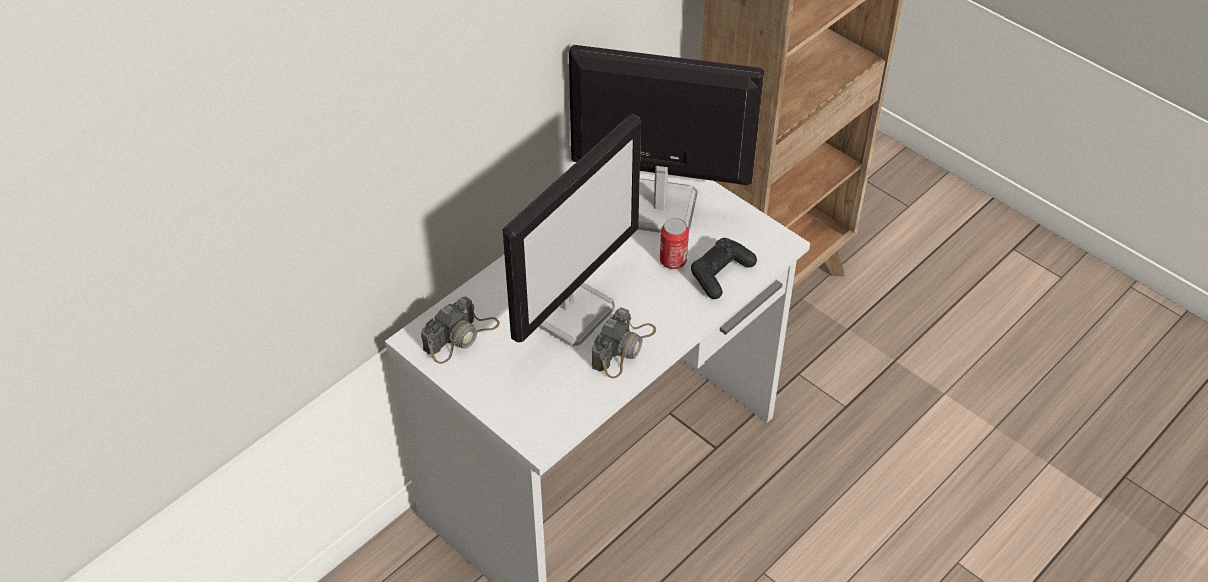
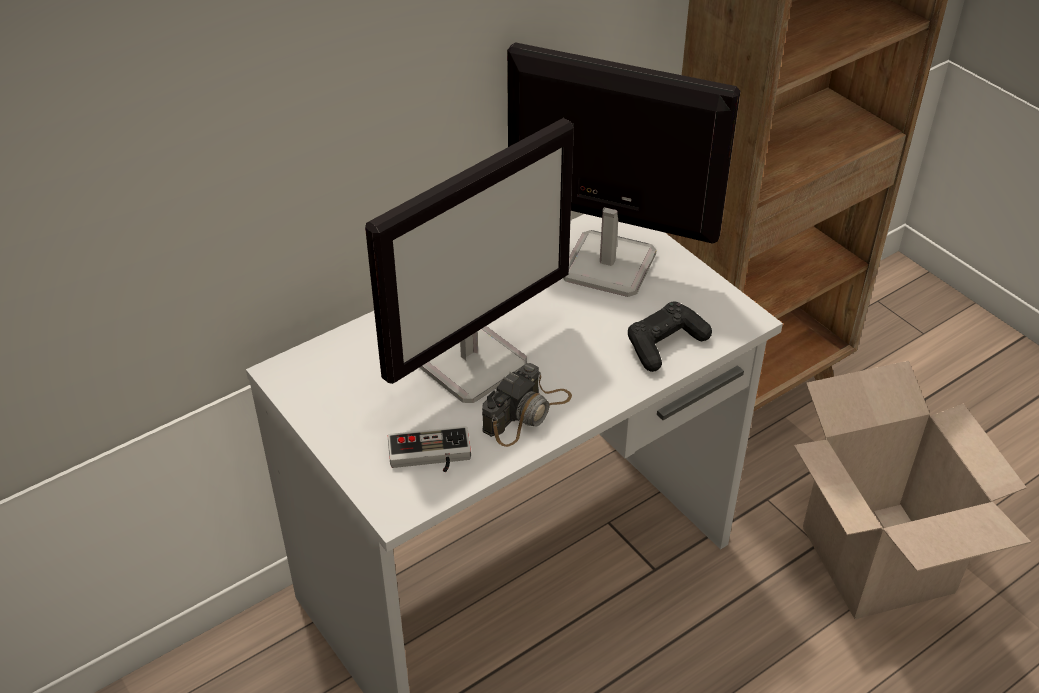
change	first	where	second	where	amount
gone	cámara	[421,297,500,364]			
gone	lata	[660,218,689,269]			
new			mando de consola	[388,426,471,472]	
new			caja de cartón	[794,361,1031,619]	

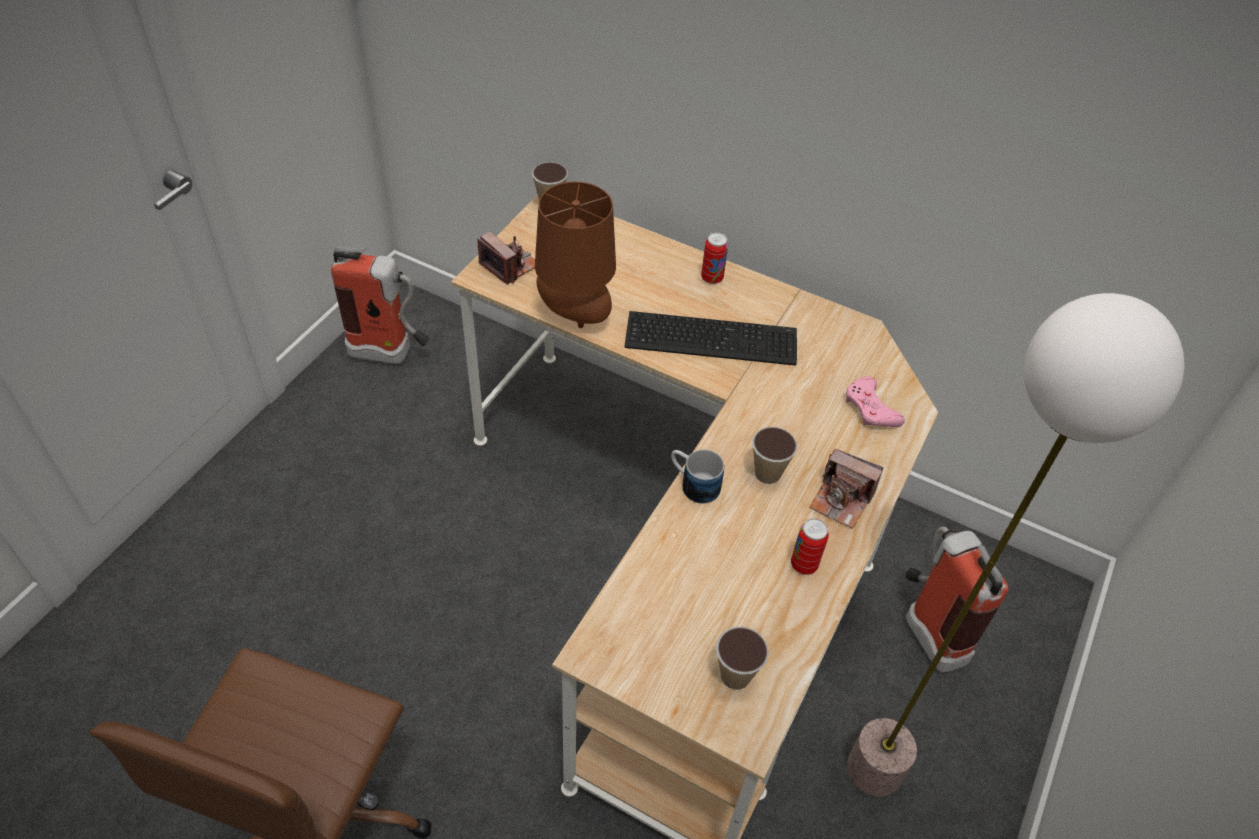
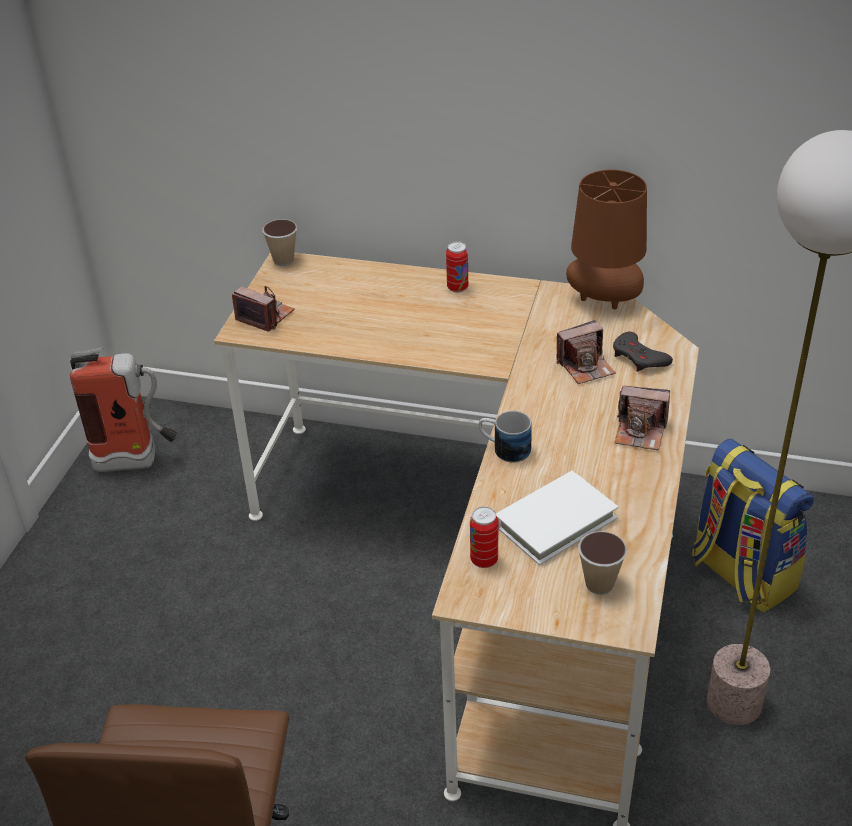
change	first	where	second	where	amount
gone	teclado	[624,311,797,366]			
gone	taza	[752,427,797,484]			
new			libro/blanco	[496,471,619,565]	
new			cámara	[556,320,615,384]	
shifted	lámpara de mesa/marrón	[535,182,616,328]		[566,170,647,309]	
shifted	lata	[791,518,829,575]		[470,507,498,568]	
swapped	extintor	[906,527,1009,672]	mochila	[691,439,814,612]	
repainted	mando de consola/rosa	[846,376,905,427]	mando de consola/gris	[613,332,673,372]	

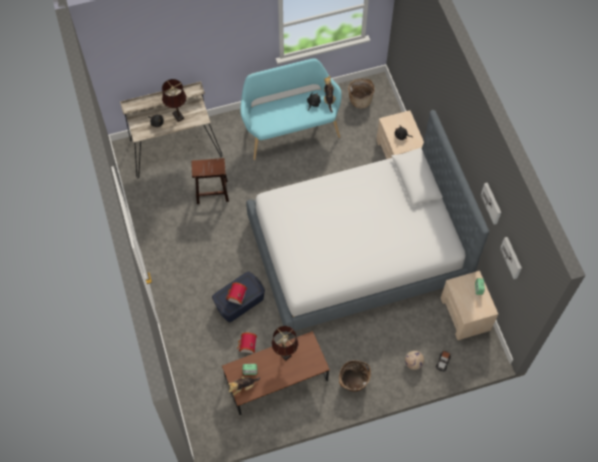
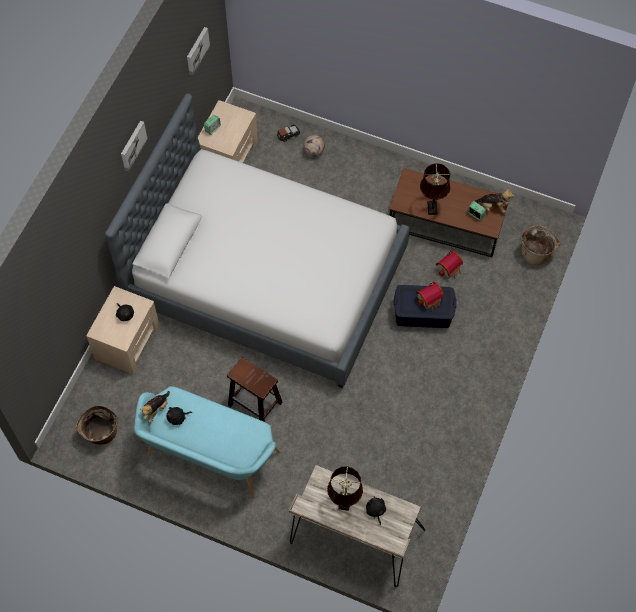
change	first	where	second	where	amount
shifted	taburete/marrón	[191,158,229,204]		[227,357,283,422]	
shifted	cesta	[339,360,371,392]		[521,226,560,265]	
shifted	cuadro	[480,183,501,225]		[121,121,148,171]	

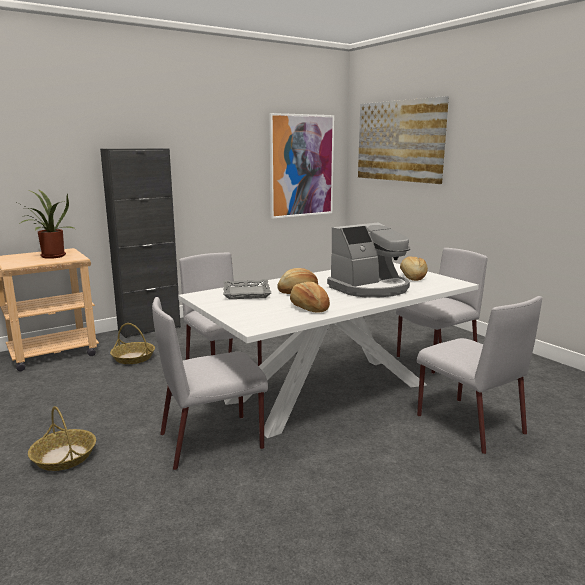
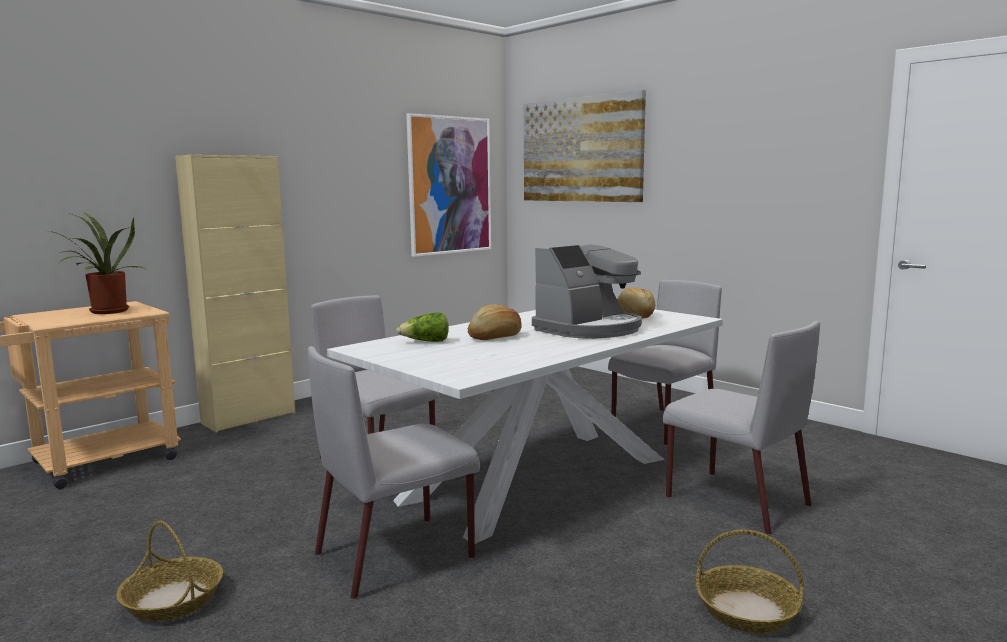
change	first	where	second	where	amount
gone	pan	[290,282,330,313]			
shifted	cesta	[110,323,155,364]		[696,530,804,633]	
swapped	bandeja/gris	[223,279,271,299]	lechuga	[396,312,449,342]	
repainted	armario/negro	[100,148,181,338]	armario/beis	[175,155,295,432]	

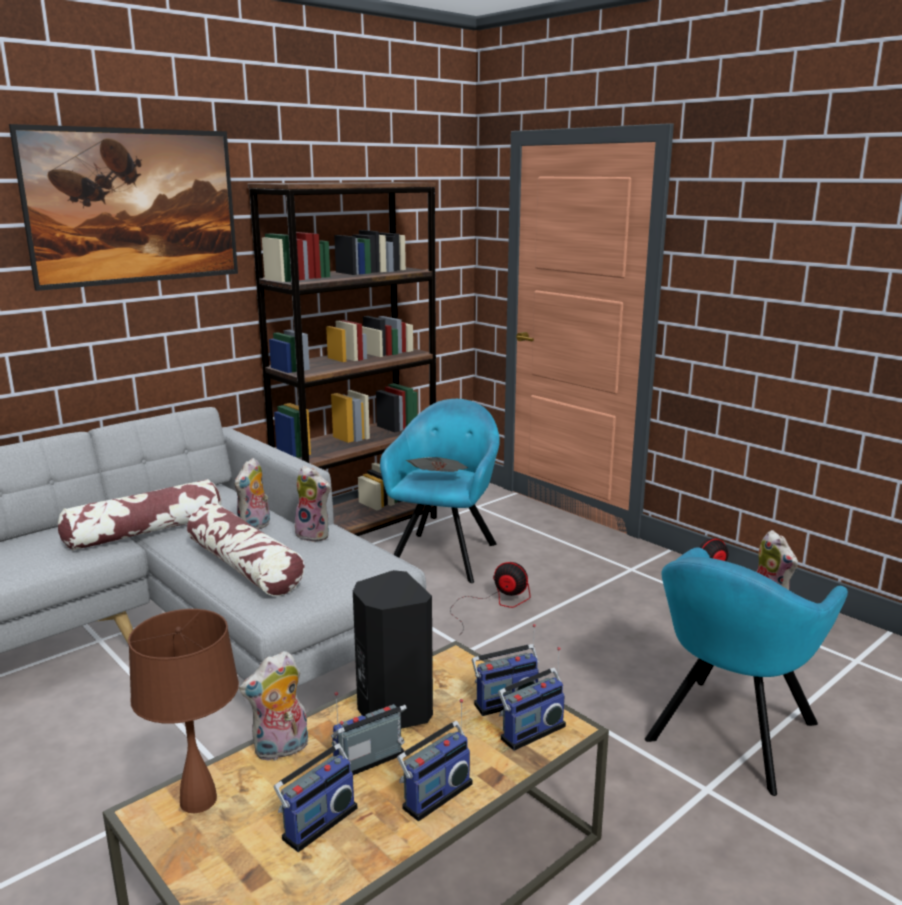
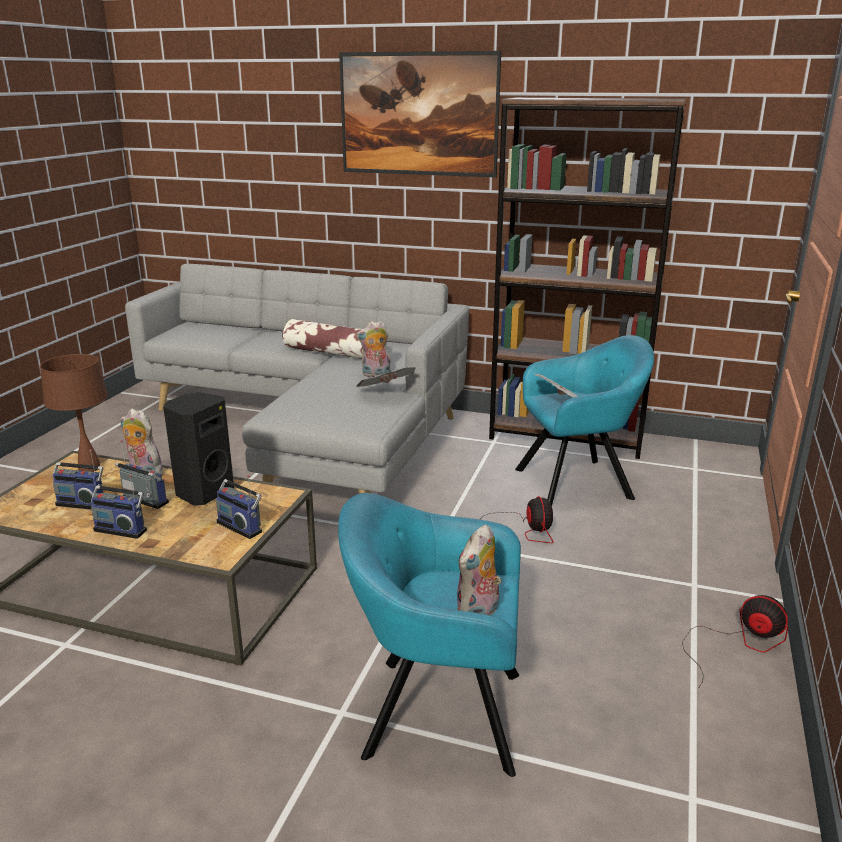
change	first	where	second	where	amount
gone	cojín	[187,503,304,596]			
gone	radio	[498,647,566,751]			
swapped	peluche	[292,465,331,542]	periódico	[357,367,416,387]	

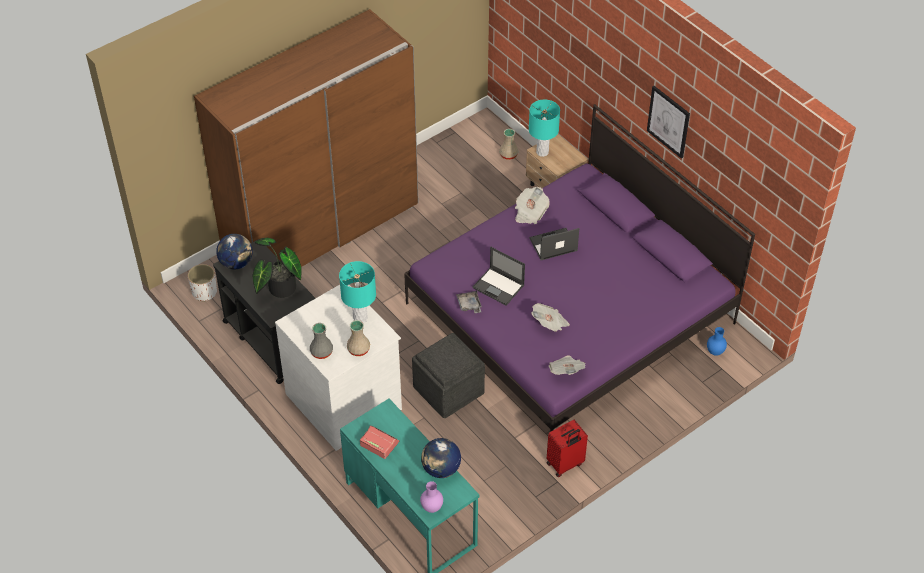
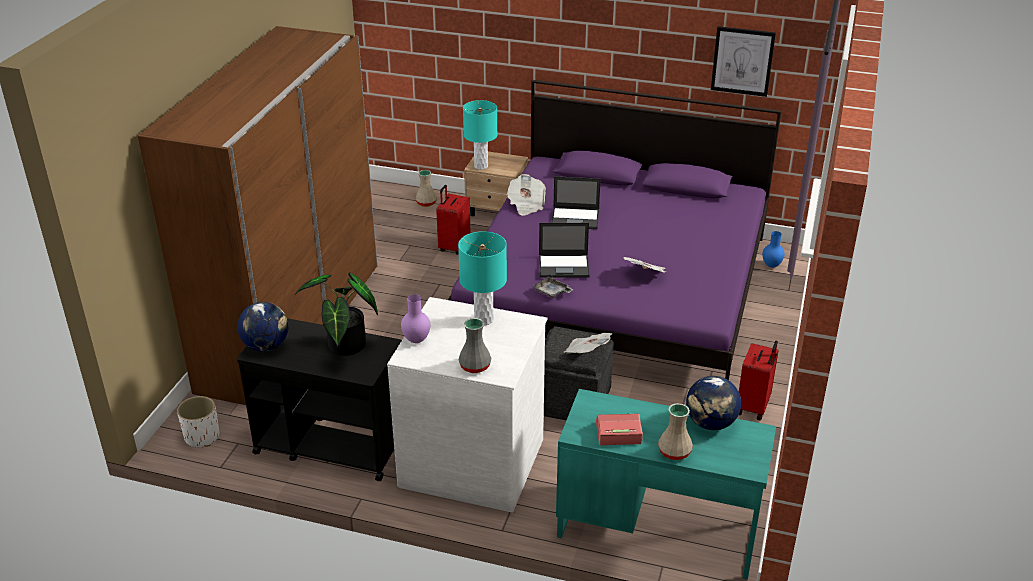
change	first	where	second	where	amount
new			maleta/rojo	[436,185,471,255]	
shifted	florero/beis	[347,320,370,356]		[658,403,693,460]	
shifted	florero/morado	[420,481,443,513]		[401,294,430,343]	
shifted	periódico	[549,355,585,375]		[563,333,613,353]	
shifted	cuadro	[647,86,690,159]		[711,26,776,97]	
rotated	portátil	[529,228,579,260]		[551,176,601,229]	120 degrees counterclockwise

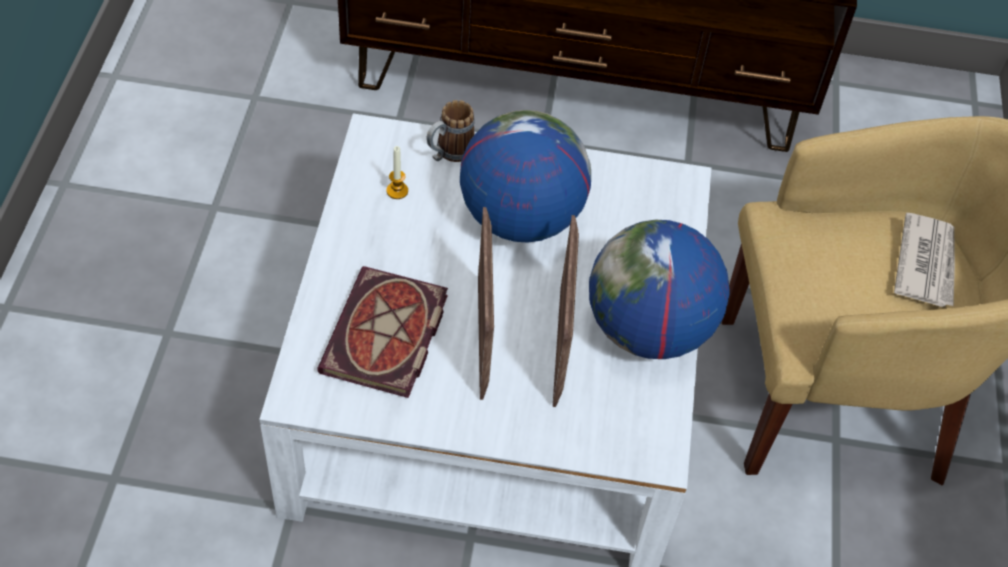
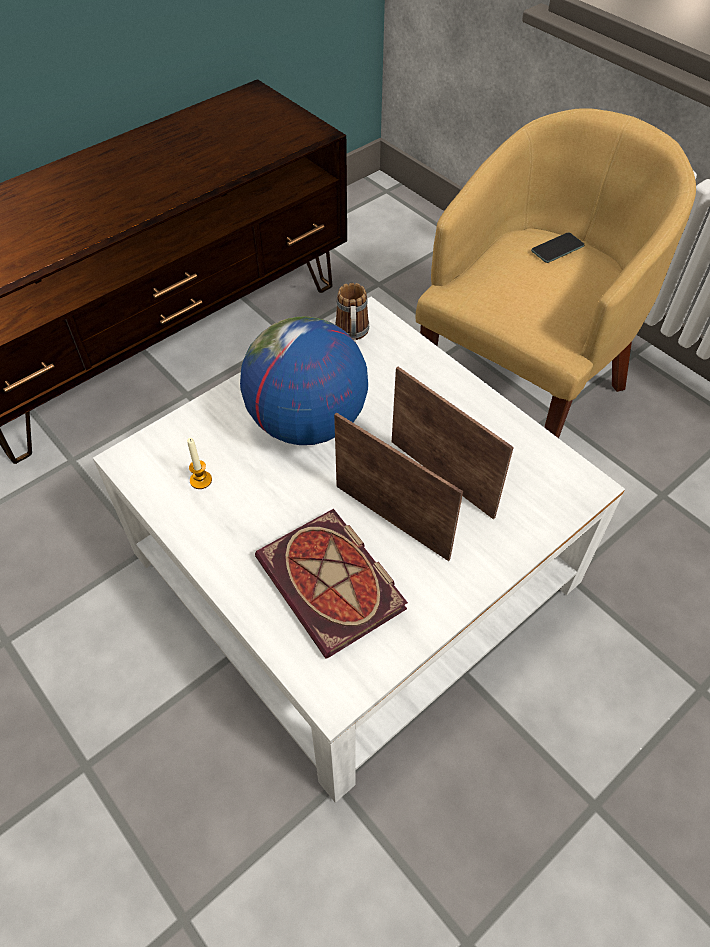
change	first	where	second	where	amount
gone	globo terráqueo	[589,220,729,359]			
shifted	taza grande	[427,100,475,162]		[335,283,369,343]	
swapped	periódico	[894,213,955,307]	móvil	[531,233,584,263]	

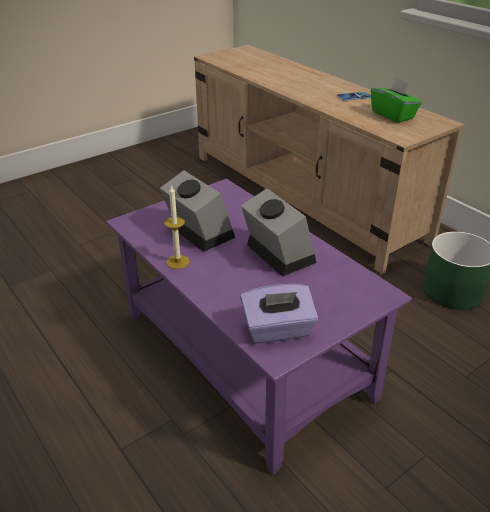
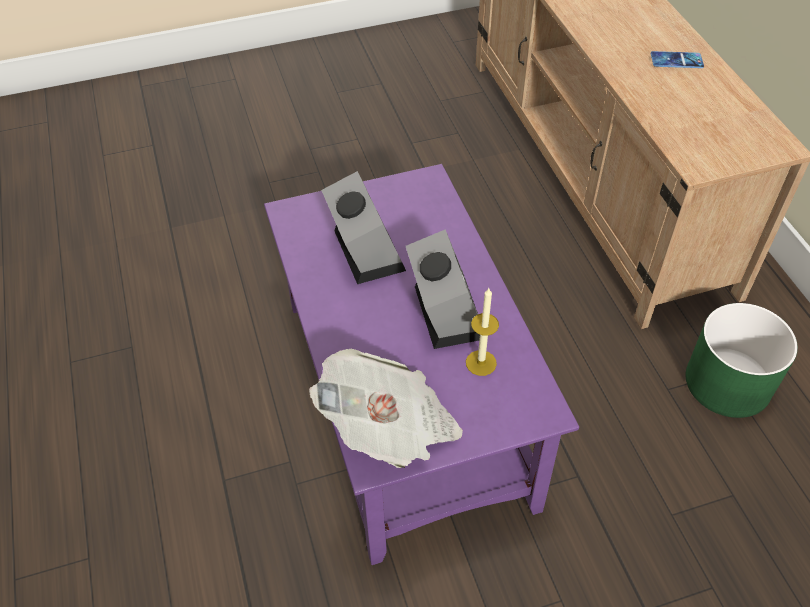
change	first	where	second	where	amount
gone	caja de pañuelos/verde	[371,78,422,123]			
shifted	vela	[164,185,190,269]		[466,288,499,376]	
swapped	caja de pañuelos/morado	[240,284,318,344]	periódico	[309,349,463,468]	

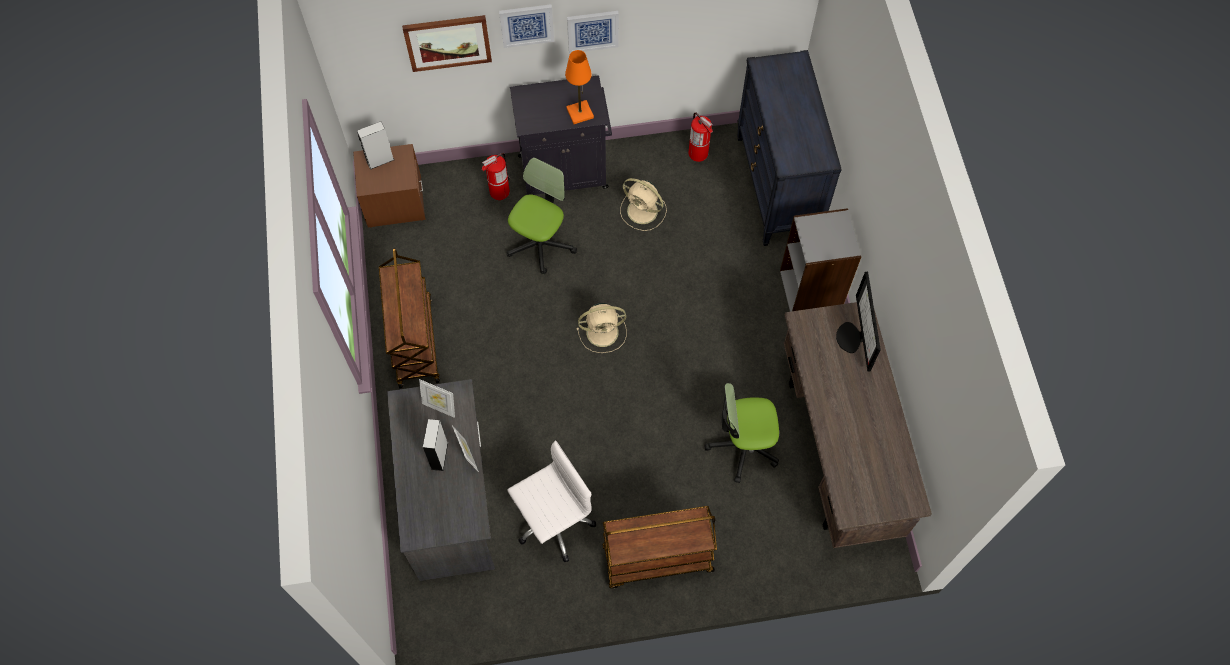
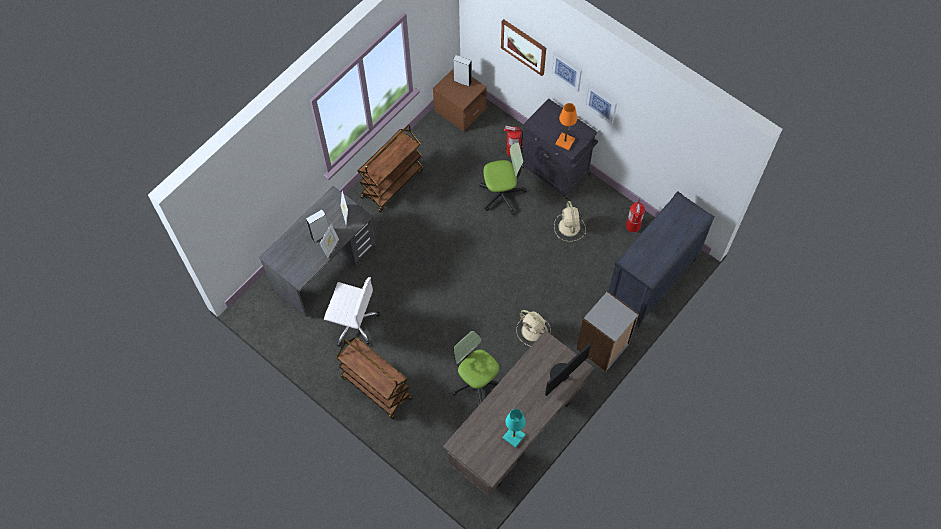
change	first	where	second	where	amount
new			lámpara de mesa/turquesa	[503,409,526,448]	
shifted	ventilador/beis	[577,303,627,353]		[516,310,551,346]	

